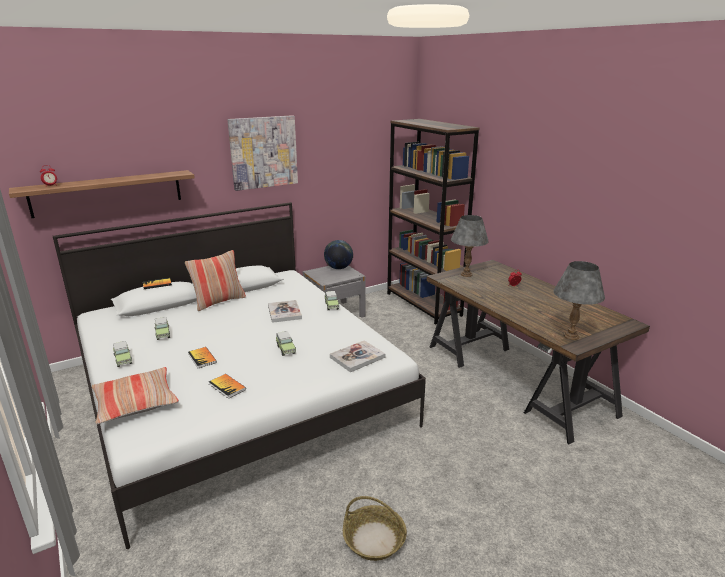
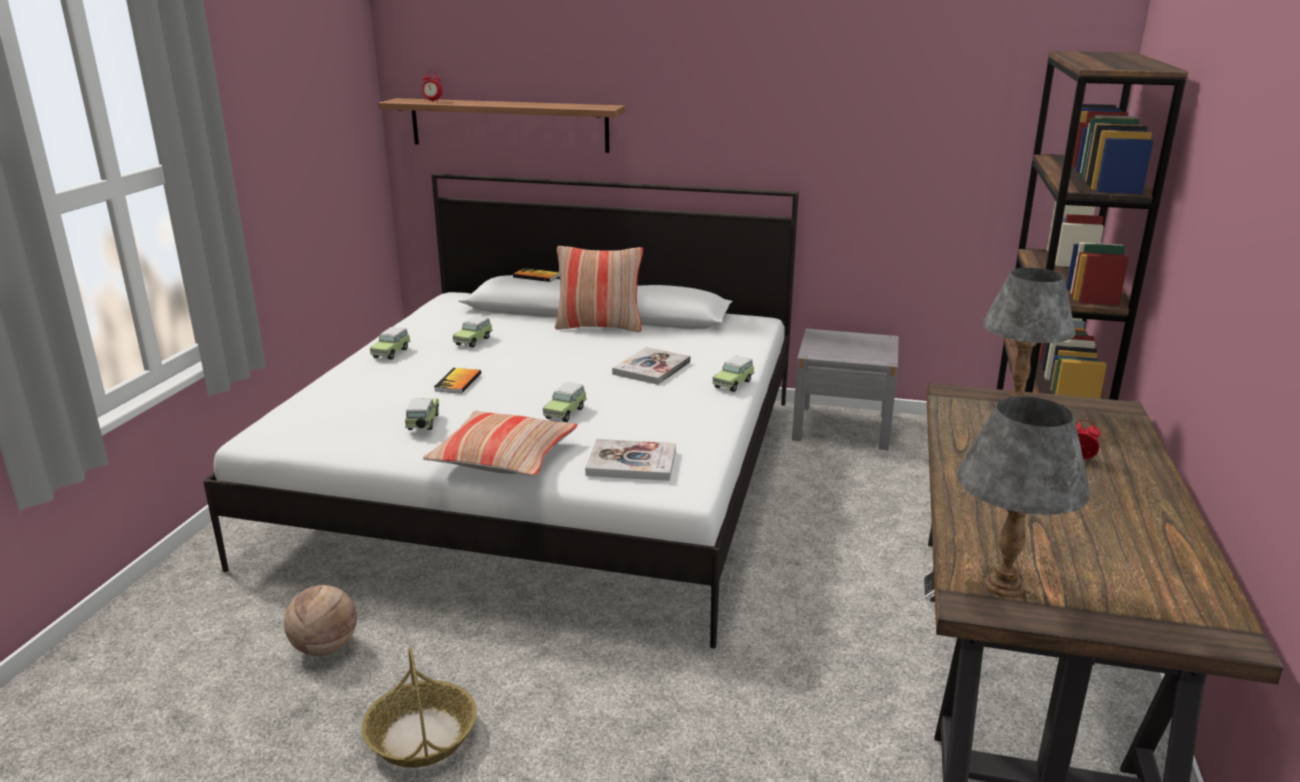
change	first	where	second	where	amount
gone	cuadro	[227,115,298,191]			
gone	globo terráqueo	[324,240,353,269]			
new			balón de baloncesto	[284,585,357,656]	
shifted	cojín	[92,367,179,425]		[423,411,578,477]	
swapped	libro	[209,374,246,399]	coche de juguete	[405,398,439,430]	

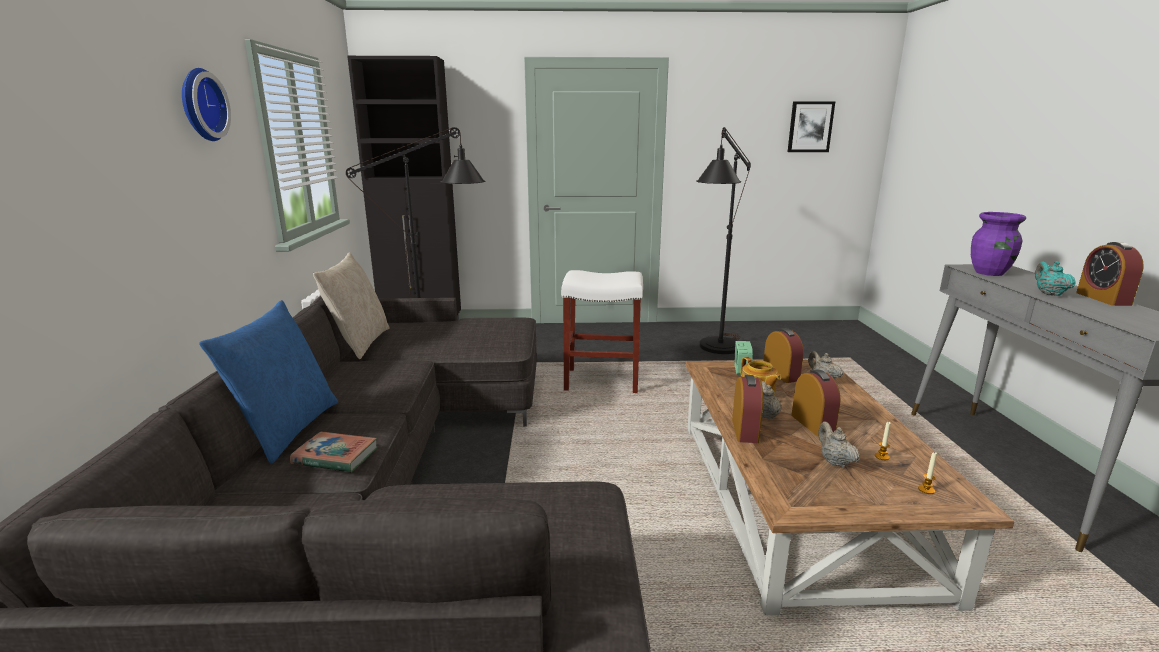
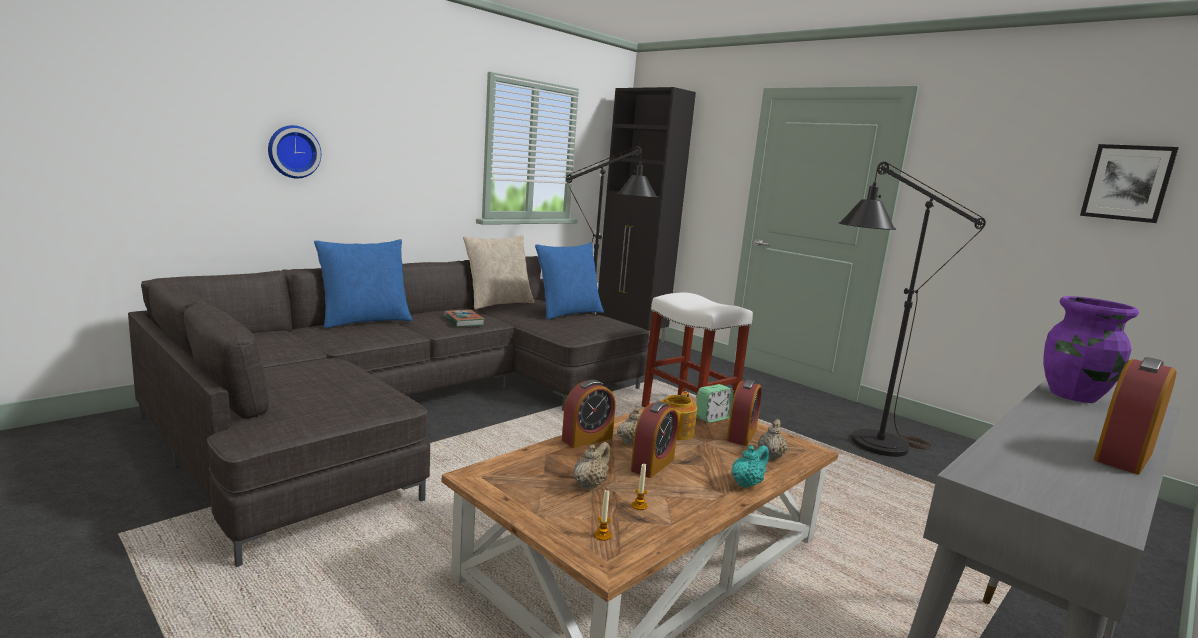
change	first	where	second	where	amount
new			cojín/azul	[535,242,604,320]	
shifted	reloj de pared	[182,68,231,141]		[268,125,321,178]	
shifted	libro	[290,432,378,472]		[444,310,485,327]	
shifted	tetera/turquesa	[1035,261,1076,296]		[731,445,769,488]	

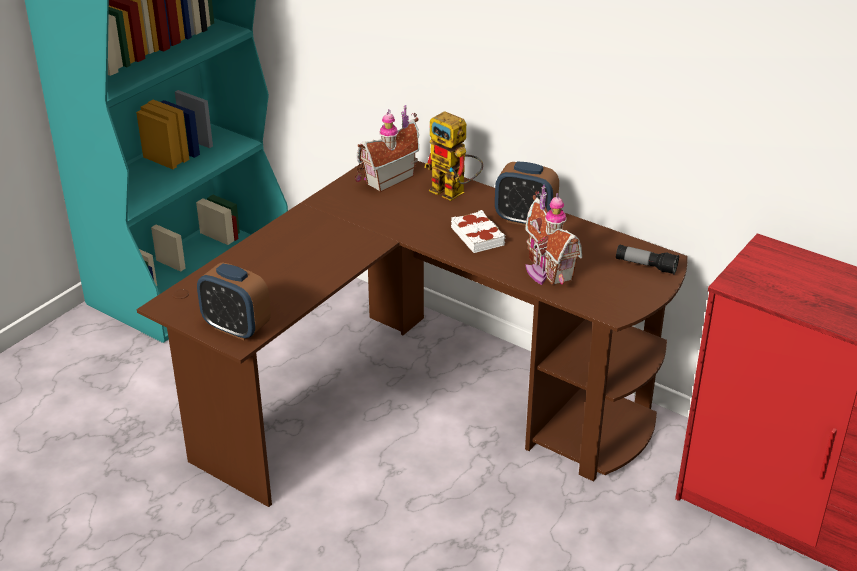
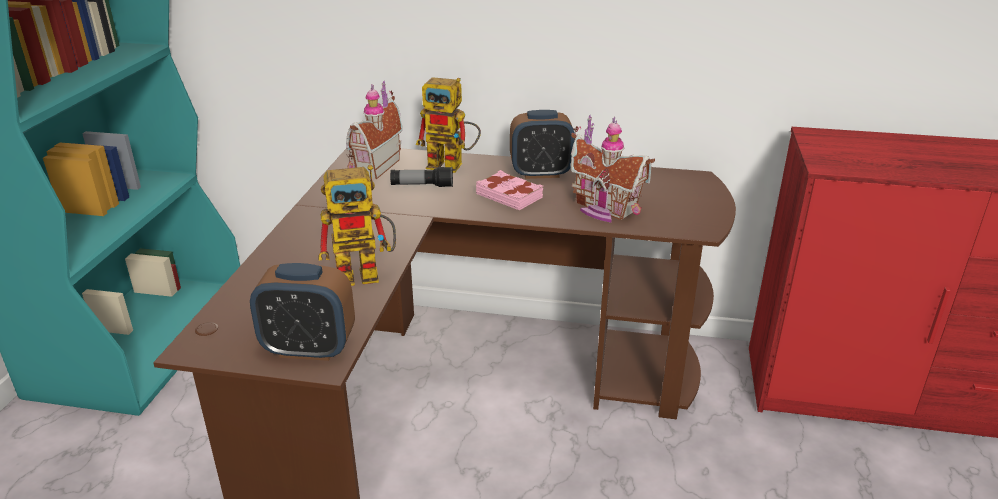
change	first	where	second	where	amount
new			robot de juguete	[319,165,396,286]	
shifted	linterna	[616,244,679,274]		[390,167,453,187]	
repainted	libro/blanco	[451,210,505,253]	libro/rosa	[476,170,543,210]	

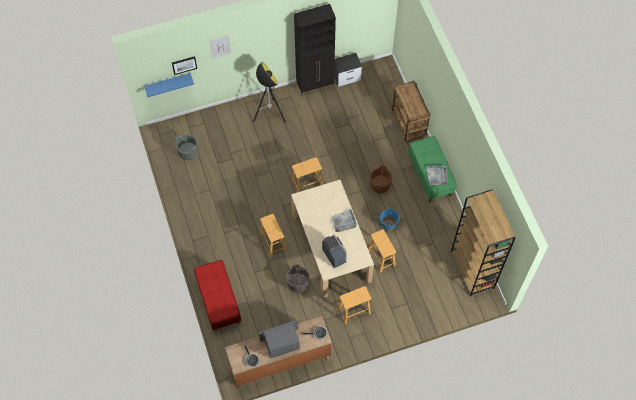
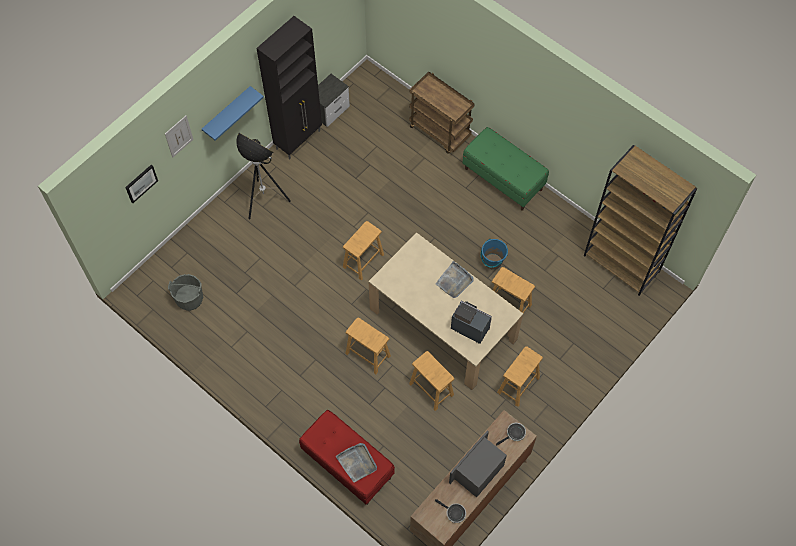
change	first	where	second	where	amount
gone	cubo/marrón	[370,165,392,194]			
shifted	estante/azul	[144,73,194,97]		[202,86,264,141]	
shifted	bandeja/gris	[426,165,447,185]		[336,443,377,483]	
swapped	cubo/gris	[287,264,310,293]	taburete/marrón	[409,351,455,411]	

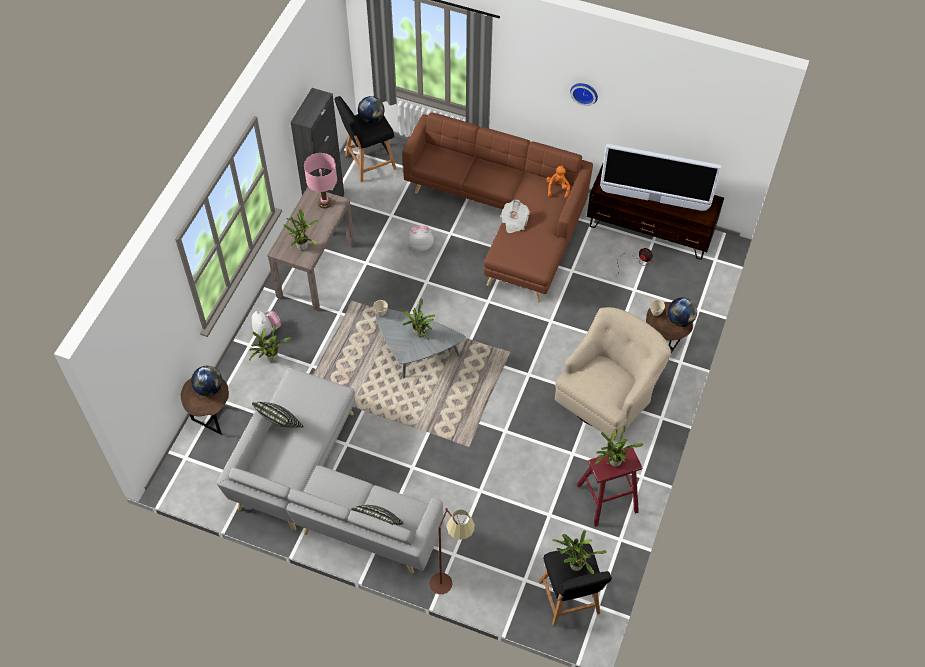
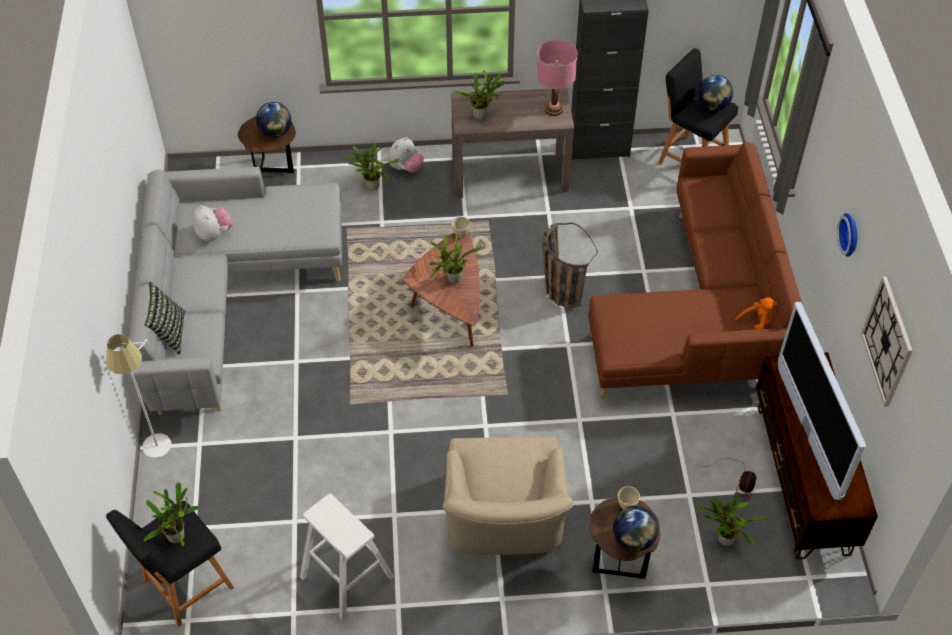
change	first	where	second	where	amount
gone	cojín	[252,402,304,428]			
gone	periódico	[501,200,530,233]			
new			cesta	[542,223,598,308]	
new			reloj de pared	[861,276,913,406]	
shifted	peluche	[408,226,434,251]		[193,205,233,241]	
shifted	planta en maceta	[595,426,643,467]		[696,492,766,546]	
repainted	mesa de centro/gris	[375,309,466,378]	mesa de centro/marrón	[403,231,480,347]	
repainted	lámpara de pie/marrón	[430,508,475,594]	lámpara de pie/blanco	[106,334,172,458]	
repainted	taburete/rojo	[577,447,642,527]	taburete/blanco	[300,493,394,621]	
rotated	sillón/beis	[555,307,671,440]		[443,436,574,555]	75 degrees clockwise

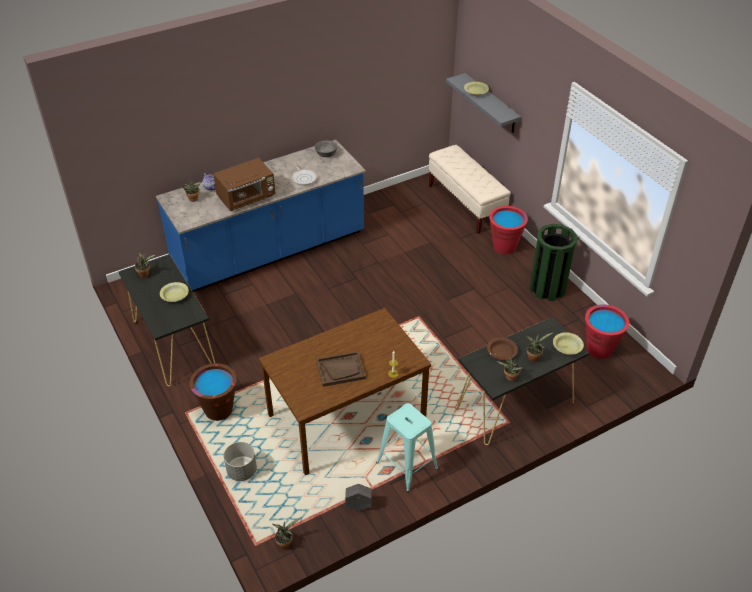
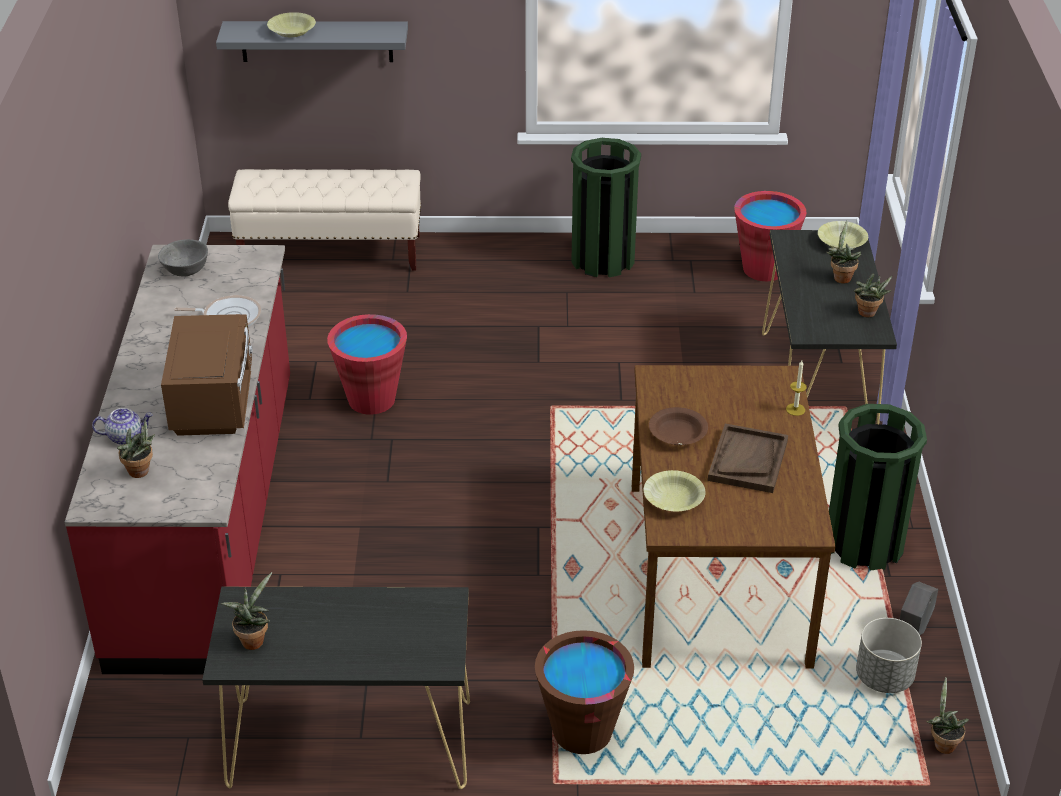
change	first	where	second	where	amount
shifted	cuenco/amarillo	[160,282,189,302]		[644,470,706,511]	
shifted	maceta/gris	[224,442,257,481]		[856,618,922,693]	
shifted	cuenco/marrón	[487,337,518,360]		[649,407,708,445]	
shifted	cubo/rojo	[489,206,528,254]		[327,314,407,415]	
swapped	taburete/turquesa	[376,403,439,492]	papelera/verde	[829,404,927,571]	
repainted	mueble bajo de cocina/azul	[156,140,366,292]	mueble bajo de cocina/rojo	[65,245,290,674]	

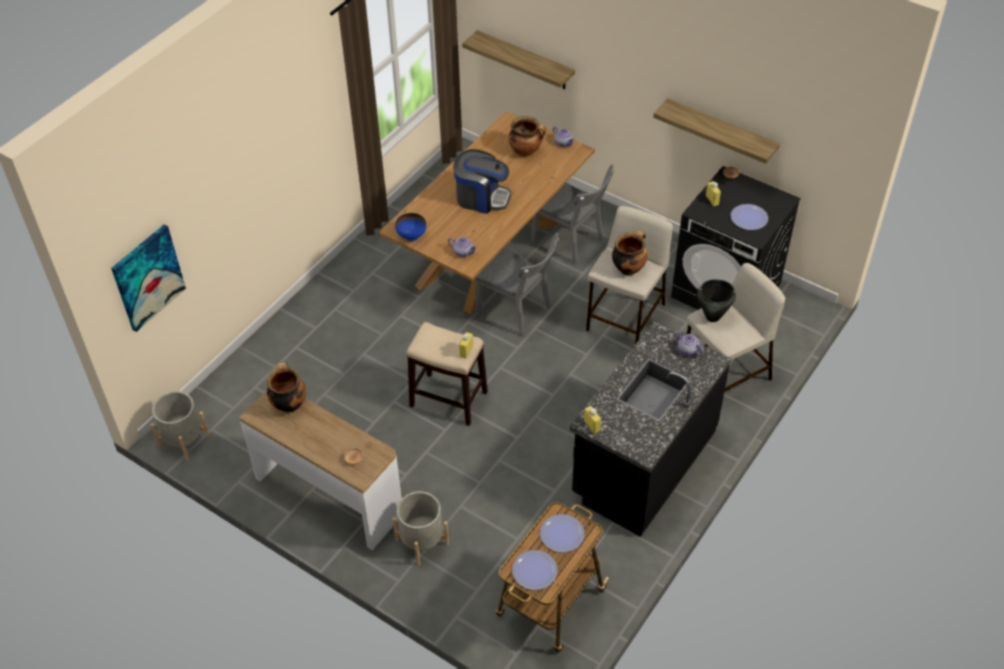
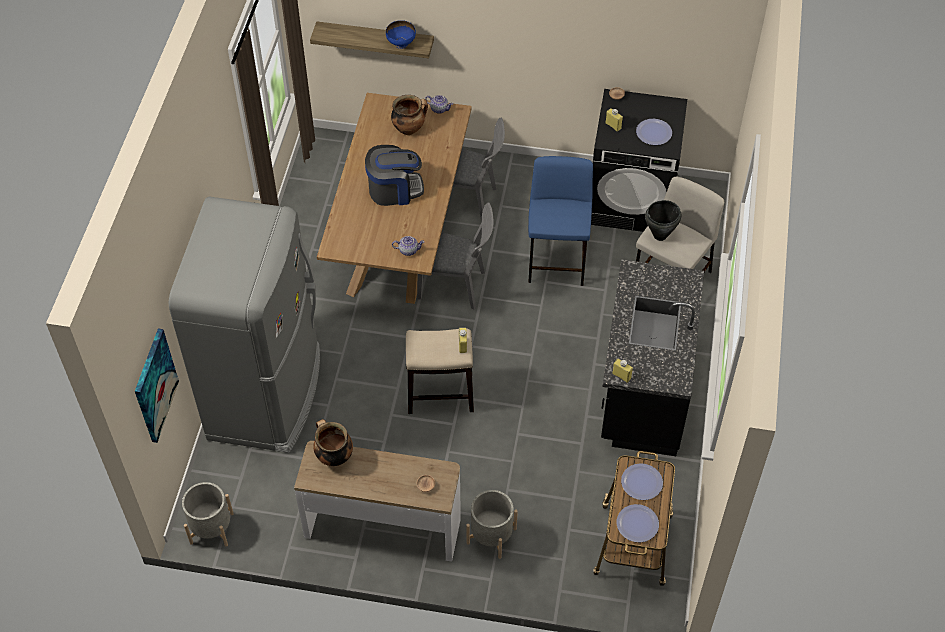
change	first	where	second	where	amount
gone	olla	[612,230,648,275]			
gone	estante	[653,98,780,164]			
gone	tetera	[675,331,704,356]			
new			nevera/gris	[169,197,320,453]	
shifted	cuenco/azul	[395,213,426,242]		[386,20,416,49]	
repainted	taburete/beis	[586,206,673,344]	taburete/azul	[528,156,593,286]	

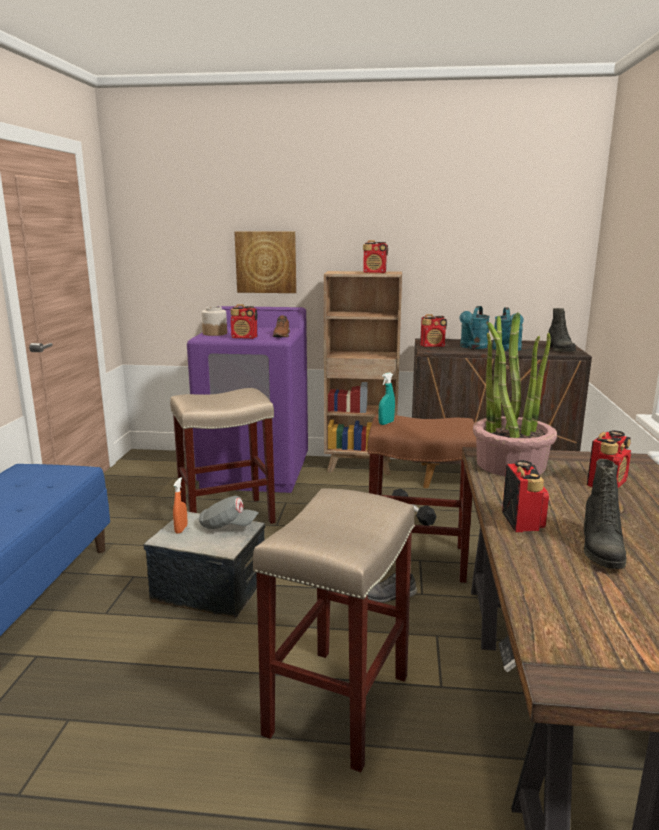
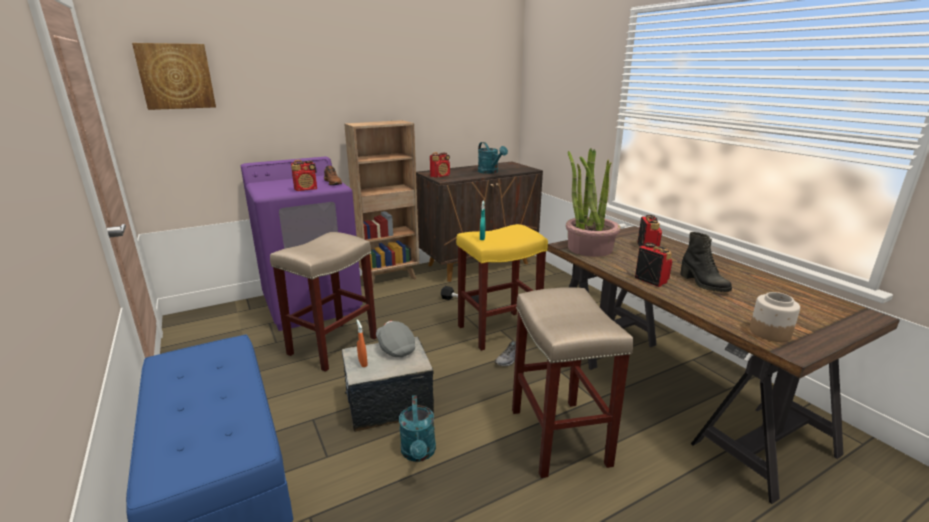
change	first	where	second	where	amount
gone	radio	[363,240,388,273]			
gone	bota/negro	[548,308,576,352]			
shifted	tarro	[202,306,227,336]		[750,292,800,342]	
shifted	cuadro	[235,231,296,293]		[132,43,216,110]	
shifted	regadera/turquesa	[459,306,490,349]		[399,395,436,462]	
repainted	taburete/marrón	[367,414,477,583]	taburete/amarillo	[456,224,548,351]	
rotated	gorra/gris	[199,496,258,529]		[376,321,415,357]	105 degrees counterclockwise

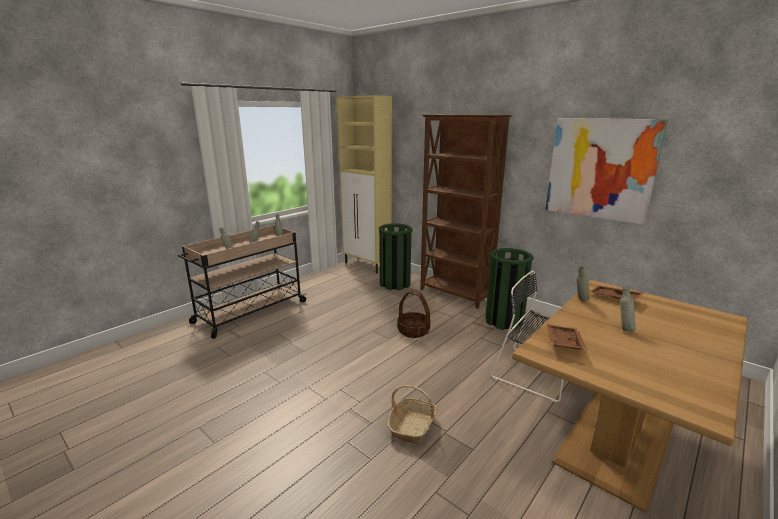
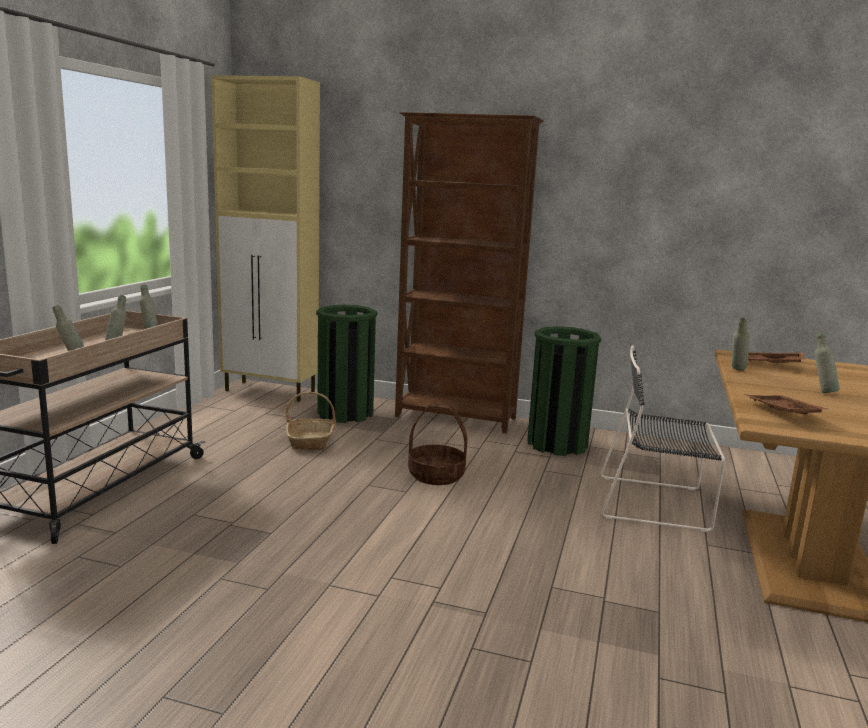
change	first	where	second	where	amount
gone	cuadro	[545,118,668,225]			
shifted	cesta	[388,385,437,445]		[286,392,336,450]	

